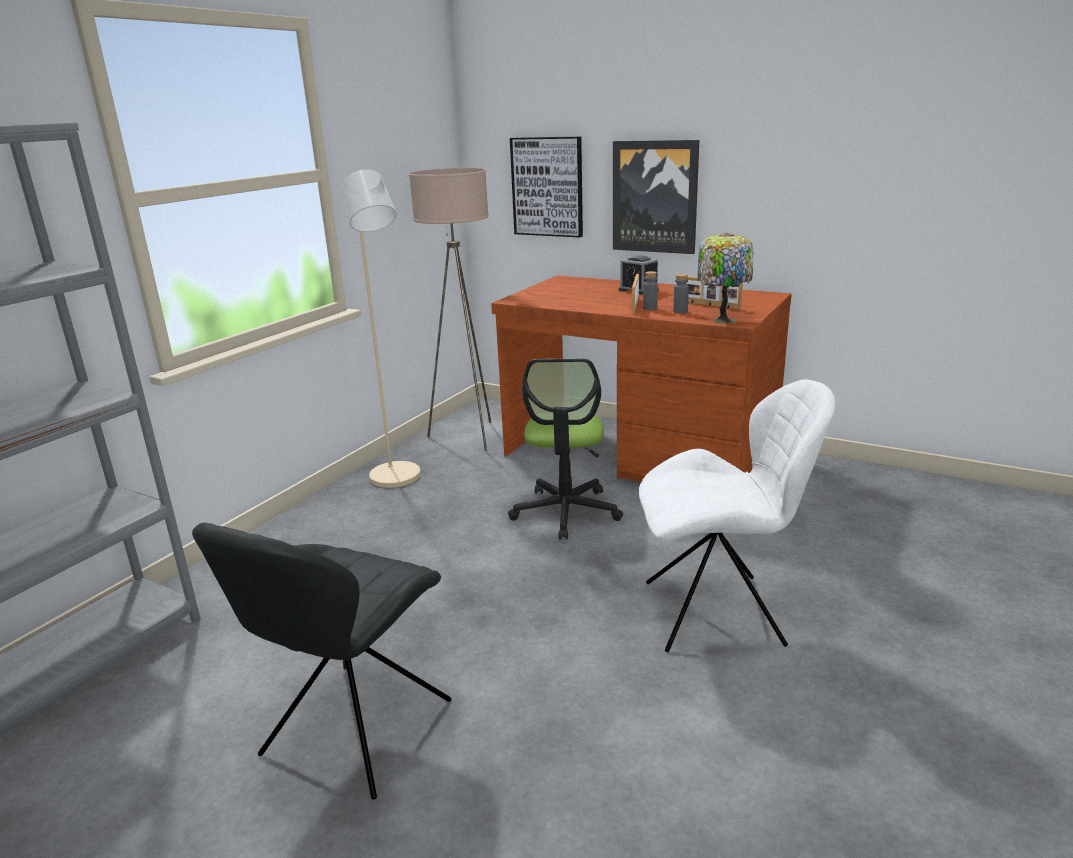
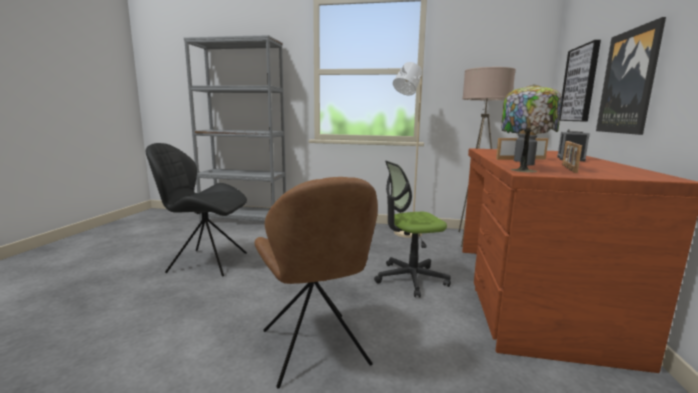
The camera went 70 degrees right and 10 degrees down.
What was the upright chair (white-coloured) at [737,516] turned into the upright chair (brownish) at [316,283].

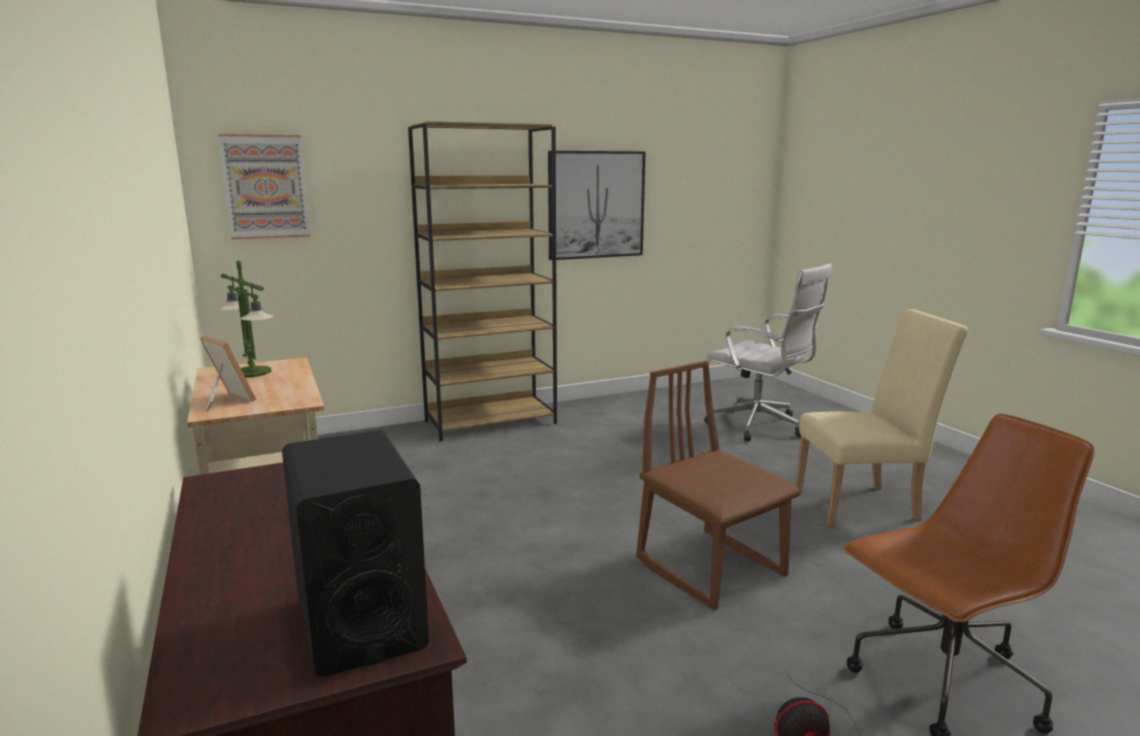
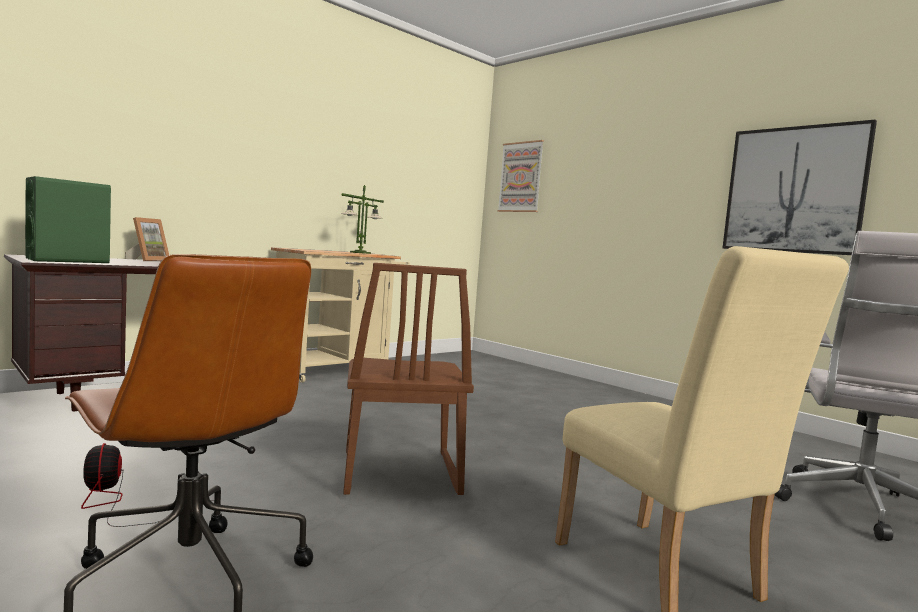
The camera went 70 degrees right and 10 degrees down.
The second view lost the bookcase (brownish) at [482,281].
The photo frame ended up elsewhere, having gone from [228,374] to [147,239].
What was the speaker (black) at [355,553] turned into the speaker (greenish) at [68,219].
The upright chair (brownish) at [718,485] ended up facing another way, 135 degrees clockwise from before.

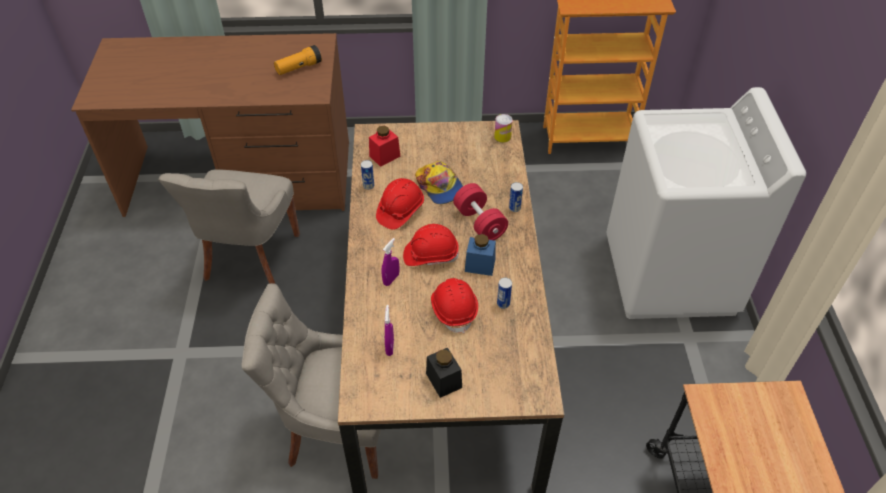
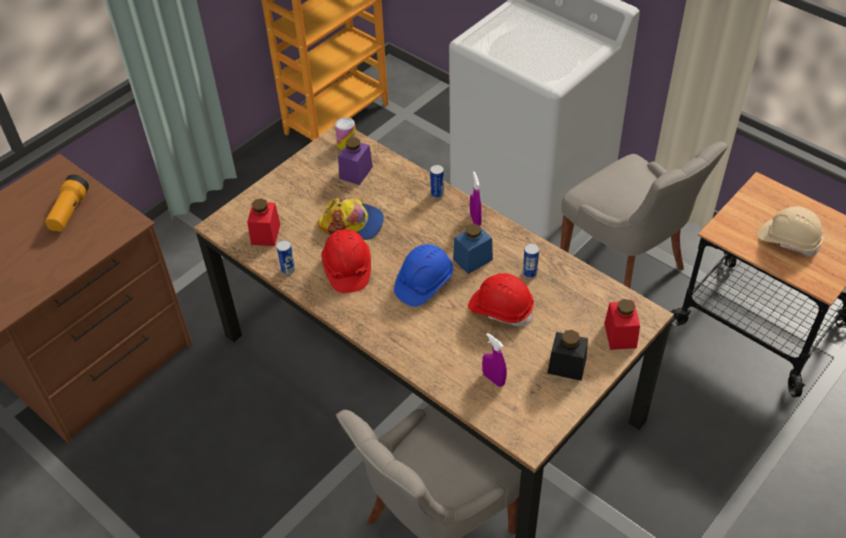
The camera went 45 degrees left and 0 degrees up.
The second view lost the free weight (red-coloured) at [480,211].
The second view gained the storage jar (purplish) at [355,161].
The second view gained the storage jar (red-coloured) at [622,324].
The second view gained the hard hat (sand-coloured) at [790,231].
The upright chair (greyish) ended up elsewhere, having gone from [229,226] to [644,214].
The hand sprayer (purplish) ended up elsewhere, having gone from [390,262] to [476,198].
What was the hard hat (red-coloured) at [431,245] turned into the hard hat (blue) at [423,275].

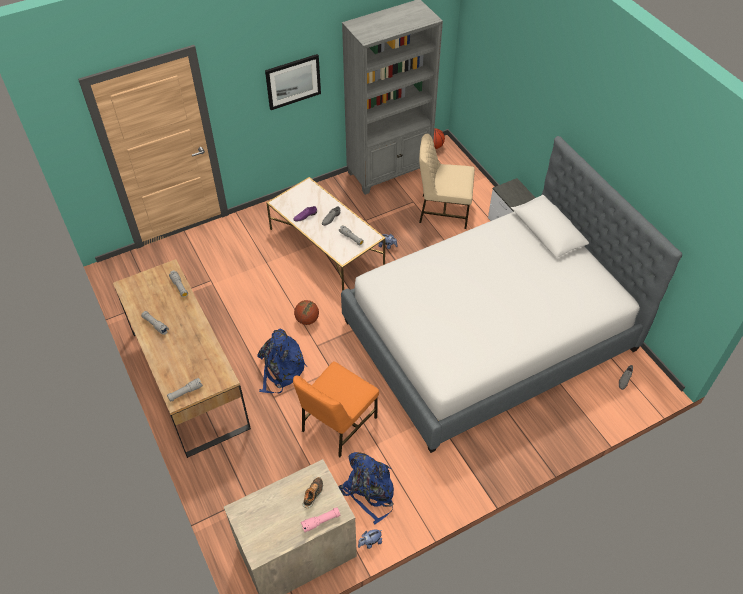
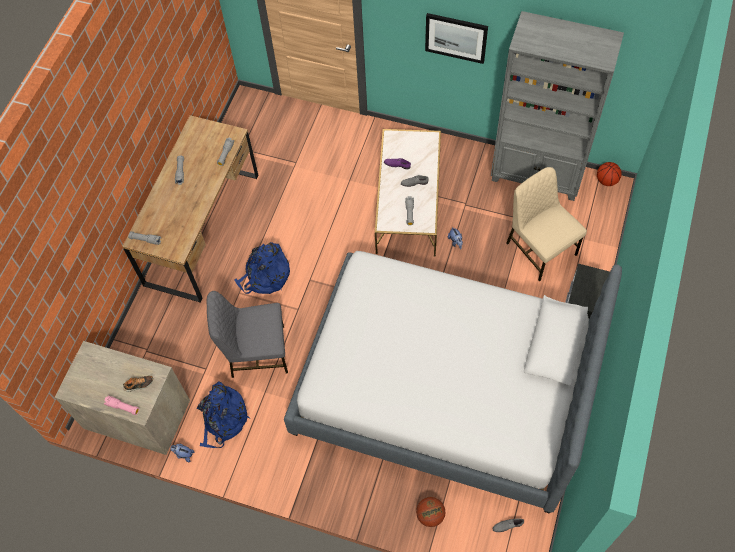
The camera went 50 degrees right and 10 degrees up.
The ball for basketball ended up elsewhere, having gone from [306,312] to [430,512].
What was the upright chair (orange-coloured) at [336,409] turned into the upright chair (greyish) at [247,334].

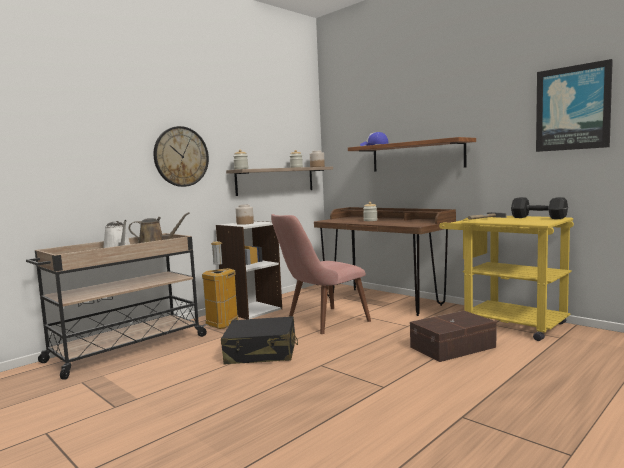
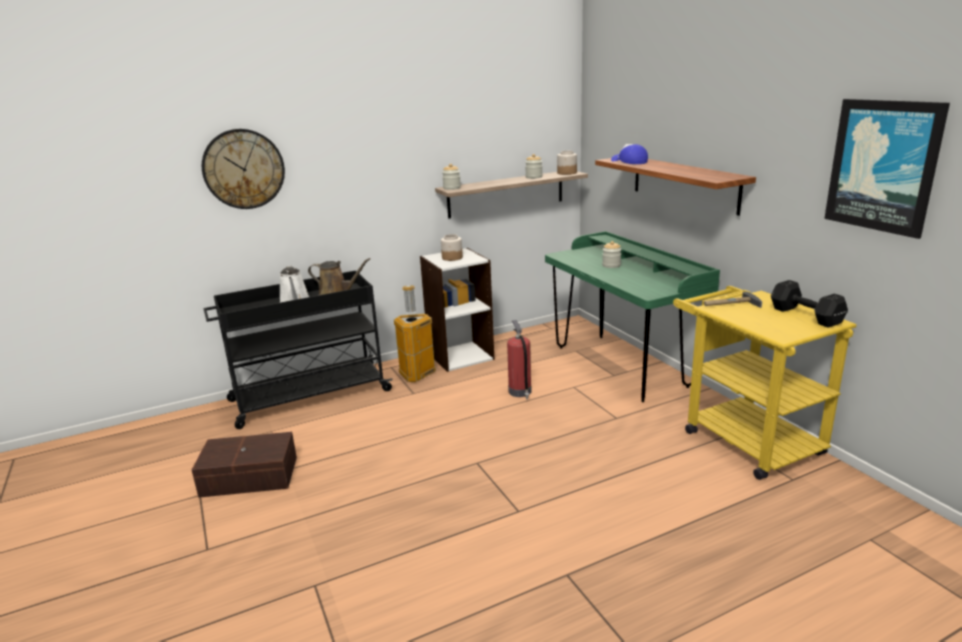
The camera went 20 degrees right and 15 degrees up.
The second view lost the suitcase (black) at [259,340].
The hanging clock ended up elsewhere, having gone from [181,156] to [243,169].
The storage box (brownish) ended up elsewhere, having gone from [453,336] to [244,465].
Where the upright chair (pink-coloured) stood at [321,274], the fire extinguisher came to stand at [519,359].
What was the cart (sand-coloured) at [117,306] turned into the cart (black) at [298,349].
What was the desk table (brownish) at [385,261] turned into the desk table (greenish) at [632,316].

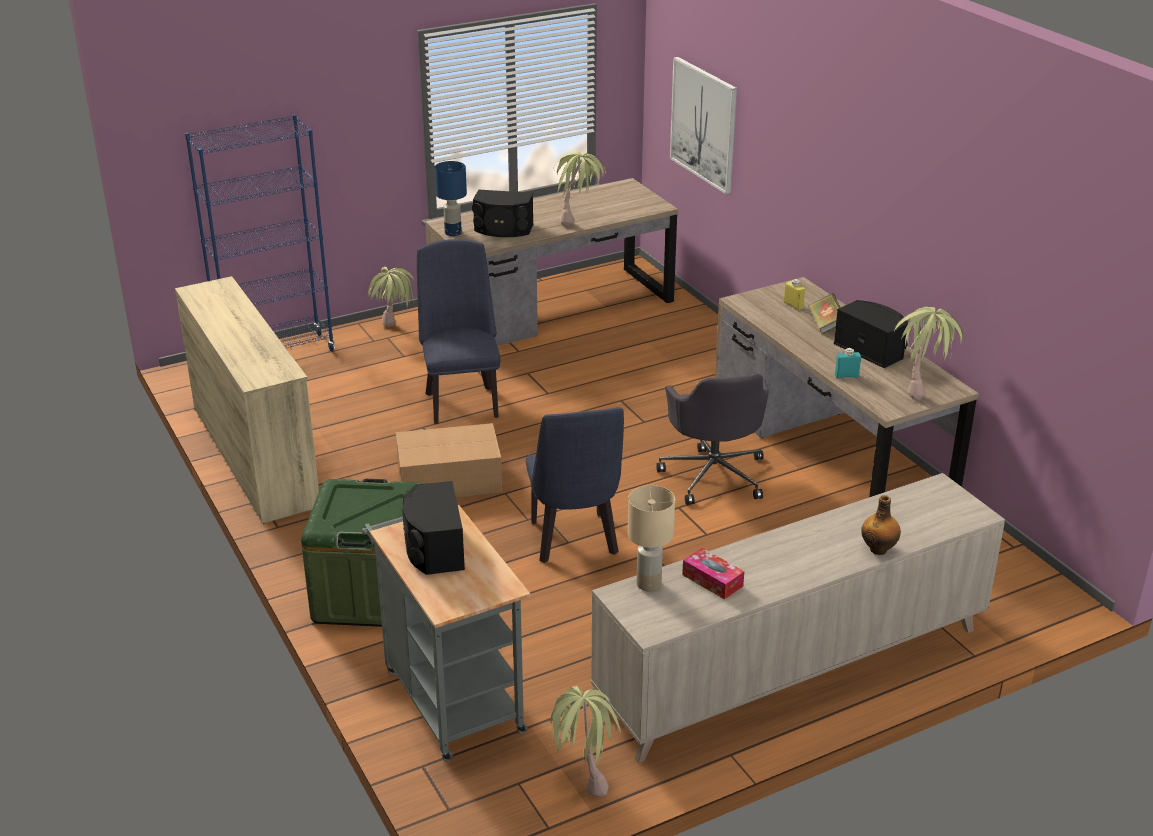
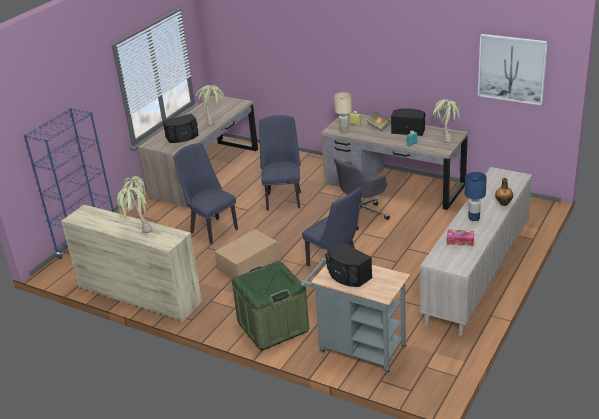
The camera went 30 degrees left and 0 degrees up.
The second view gained the upright chair (blue) at [280,163].
The lamp for a table (blue) ended up elsewhere, having gone from [450,198] to [476,196].
The houseplant ended up elsewhere, having gone from [585,741] to [134,210].
The lamp for a table (sand-coloured) ended up elsewhere, having gone from [651,538] to [343,113].
The wall picture ended up elsewhere, having gone from [703,126] to [513,70].
The desk chair (greyish) at [712,439] ended up facing another way, 90 degrees clockwise from before.

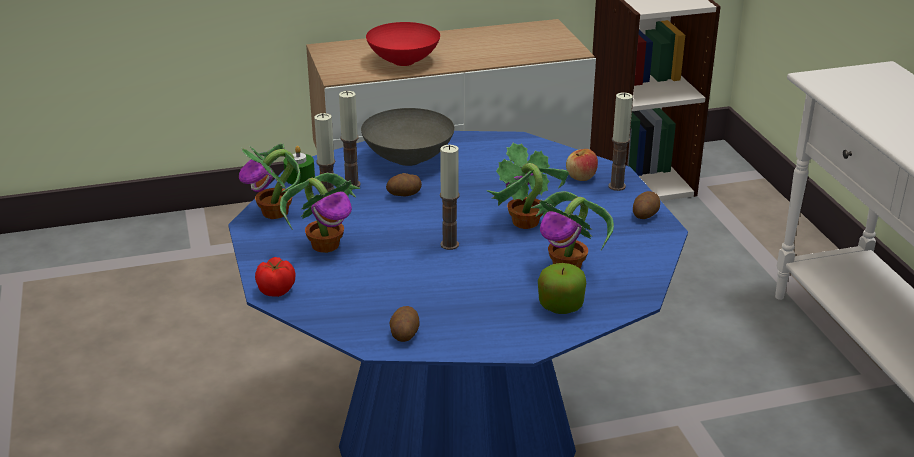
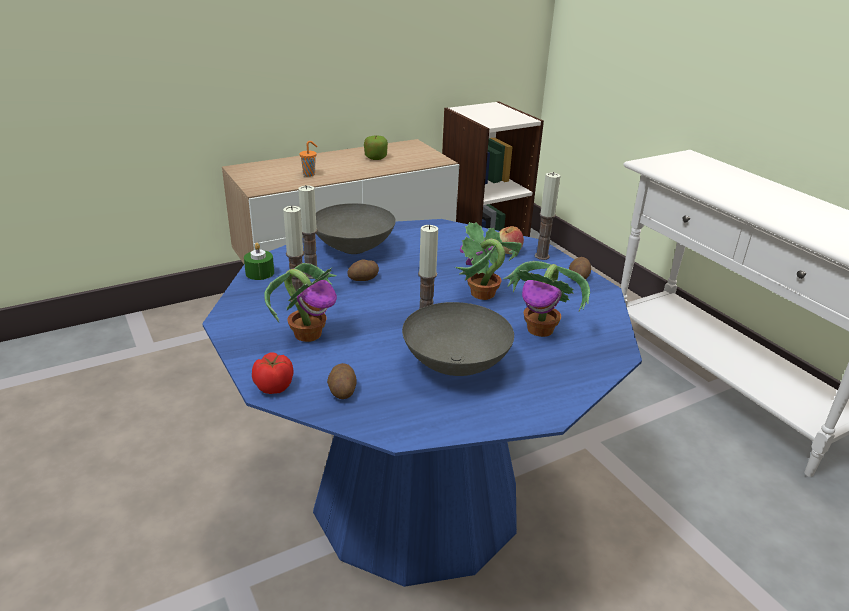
The camera went 15 degrees left and 0 degrees up.
The second view lost the houseplant at [270,181].
The second view gained the serving bowl (greyish) at [458,339].
The whole potato ended up elsewhere, having gone from [405,324] to [341,381].
The apple fruit ended up elsewhere, having gone from [562,288] to [376,148].
Where the serving bowl (red-coloured) stood at [403,44], the drinking cup (orange-coloured) came to stand at [308,159].

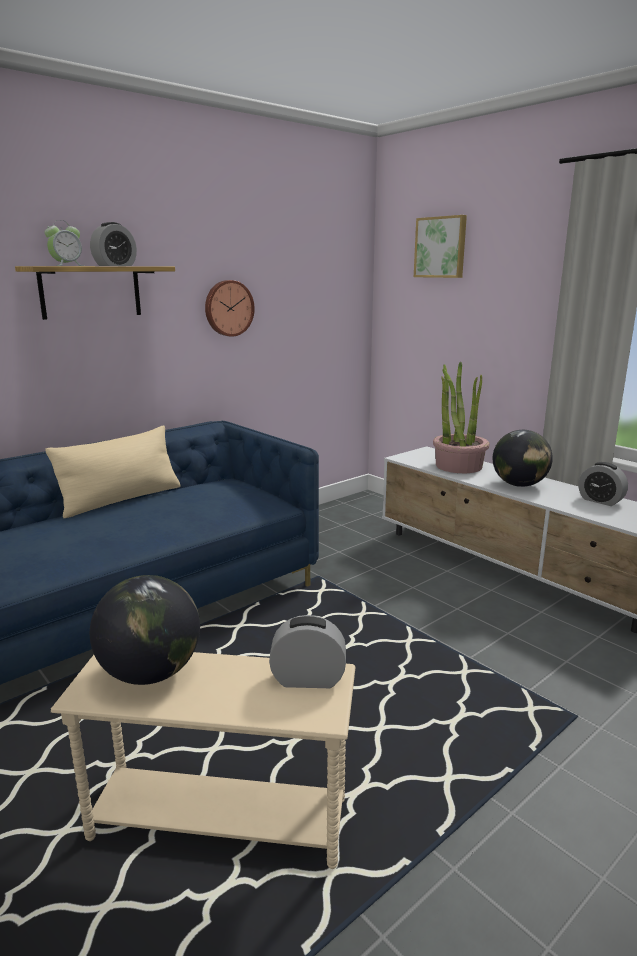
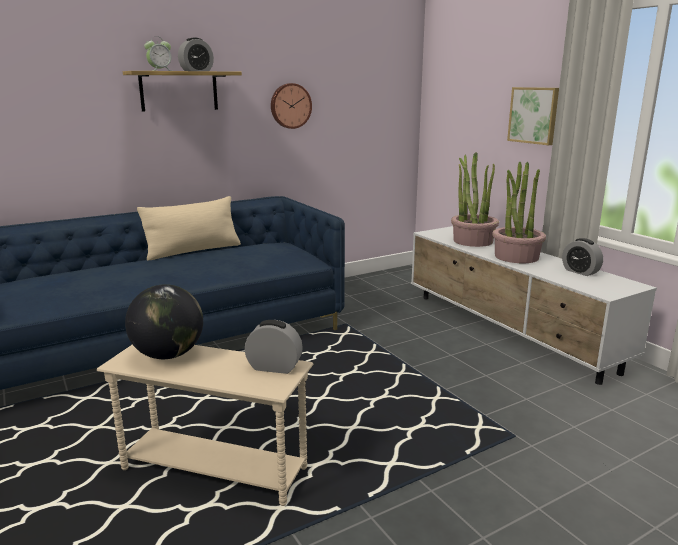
The camera went 10 degrees right and 0 degrees up.
The wall picture ended up elsewhere, having gone from [440,246] to [533,116].
Where the world globe stood at [523,458], the houseplant came to stand at [519,212].

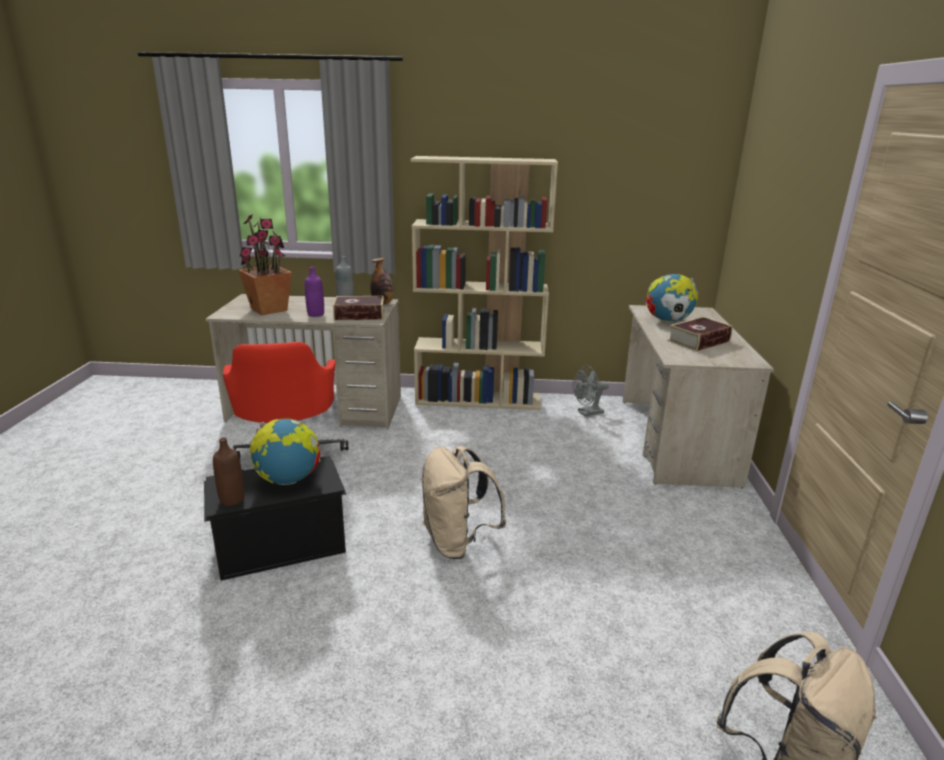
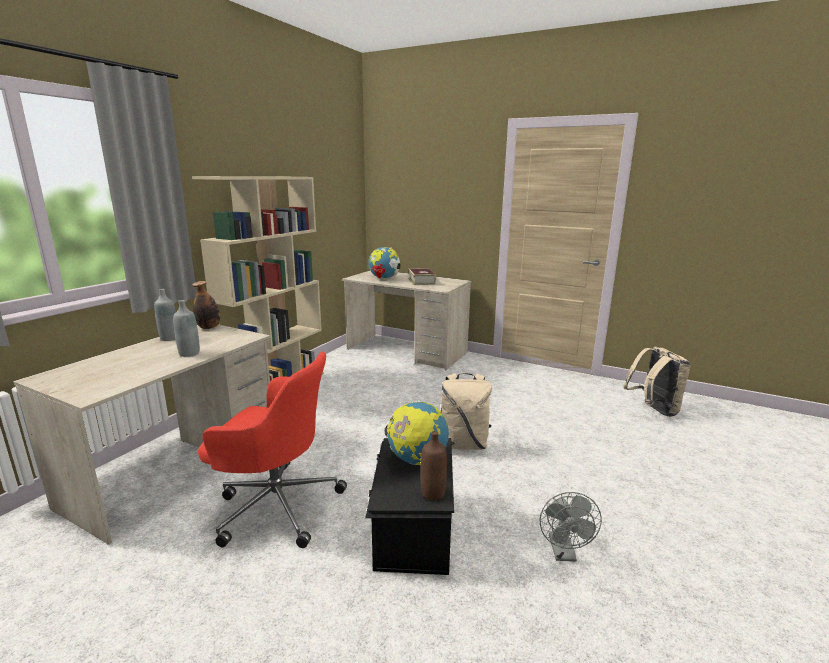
The camera went 65 degrees left and 5 degrees down.
The second view lost the houseplant at [265,264].
The second view lost the volume at [358,308].
The fan (greyish) ended up elsewhere, having gone from [591,391] to [571,527].
What was the drink bottle (purplish) at [314,292] turned into the drink bottle (greyish) at [186,328].

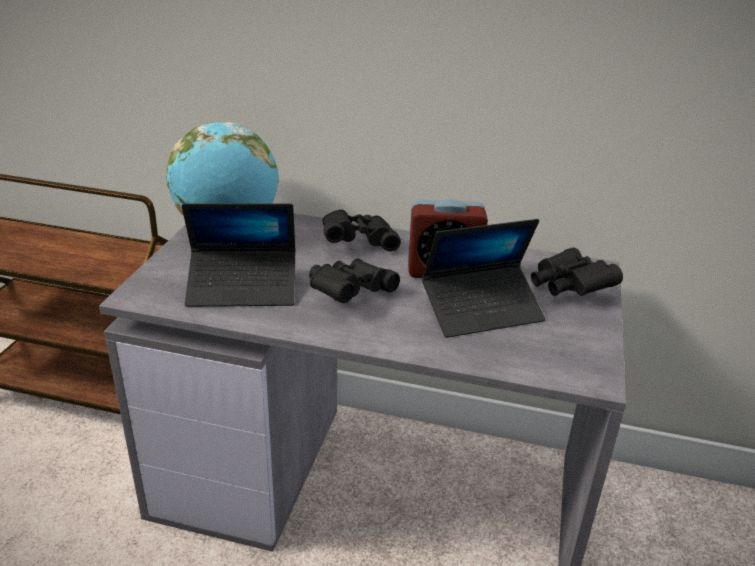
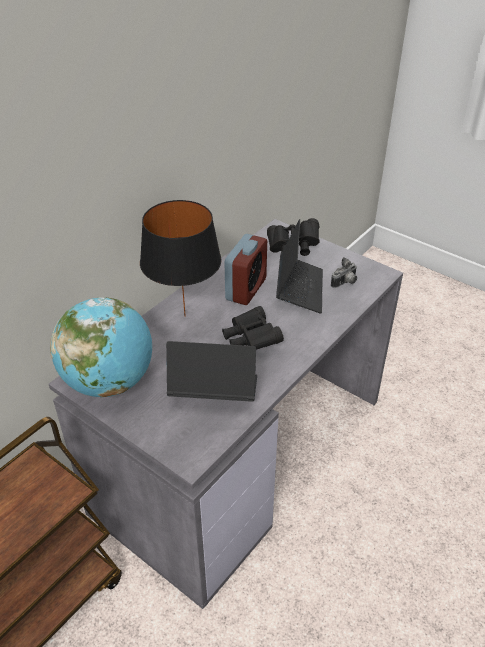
The camera went 65 degrees left and 10 degrees up.
The second view gained the still camera at [344,272].
Where the binoculars (black) stood at [361,230], the lamp for a table (black) came to stand at [180,258].
The notebook computer at [238,255] ended up facing another way, 105 degrees counterclockwise from before.

